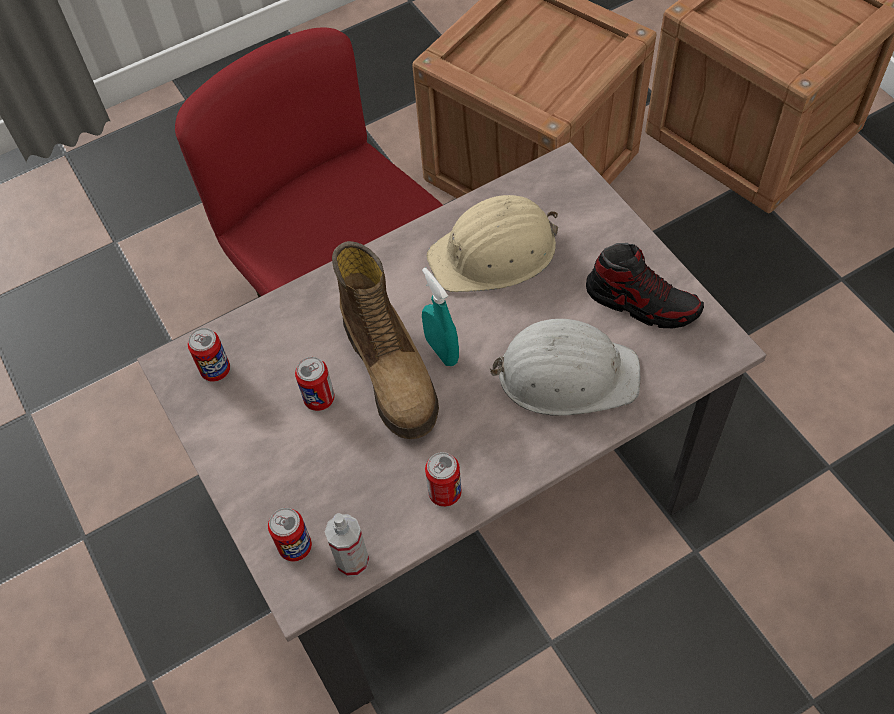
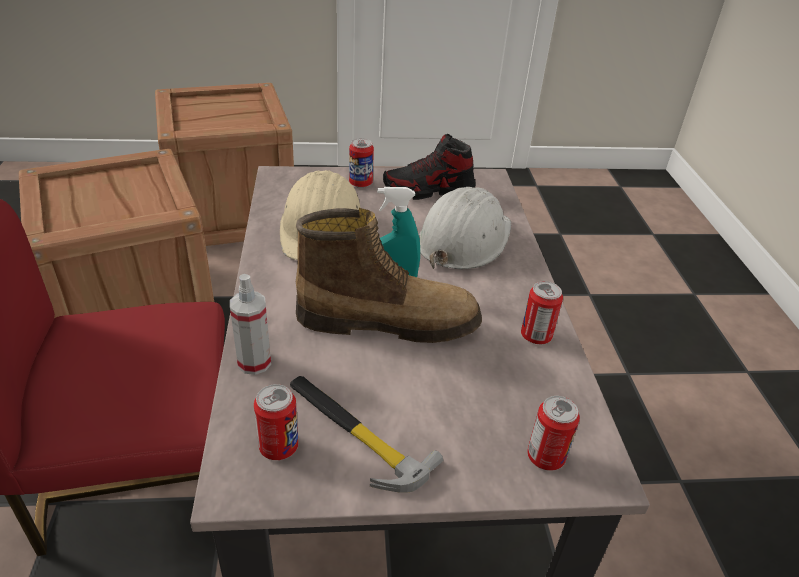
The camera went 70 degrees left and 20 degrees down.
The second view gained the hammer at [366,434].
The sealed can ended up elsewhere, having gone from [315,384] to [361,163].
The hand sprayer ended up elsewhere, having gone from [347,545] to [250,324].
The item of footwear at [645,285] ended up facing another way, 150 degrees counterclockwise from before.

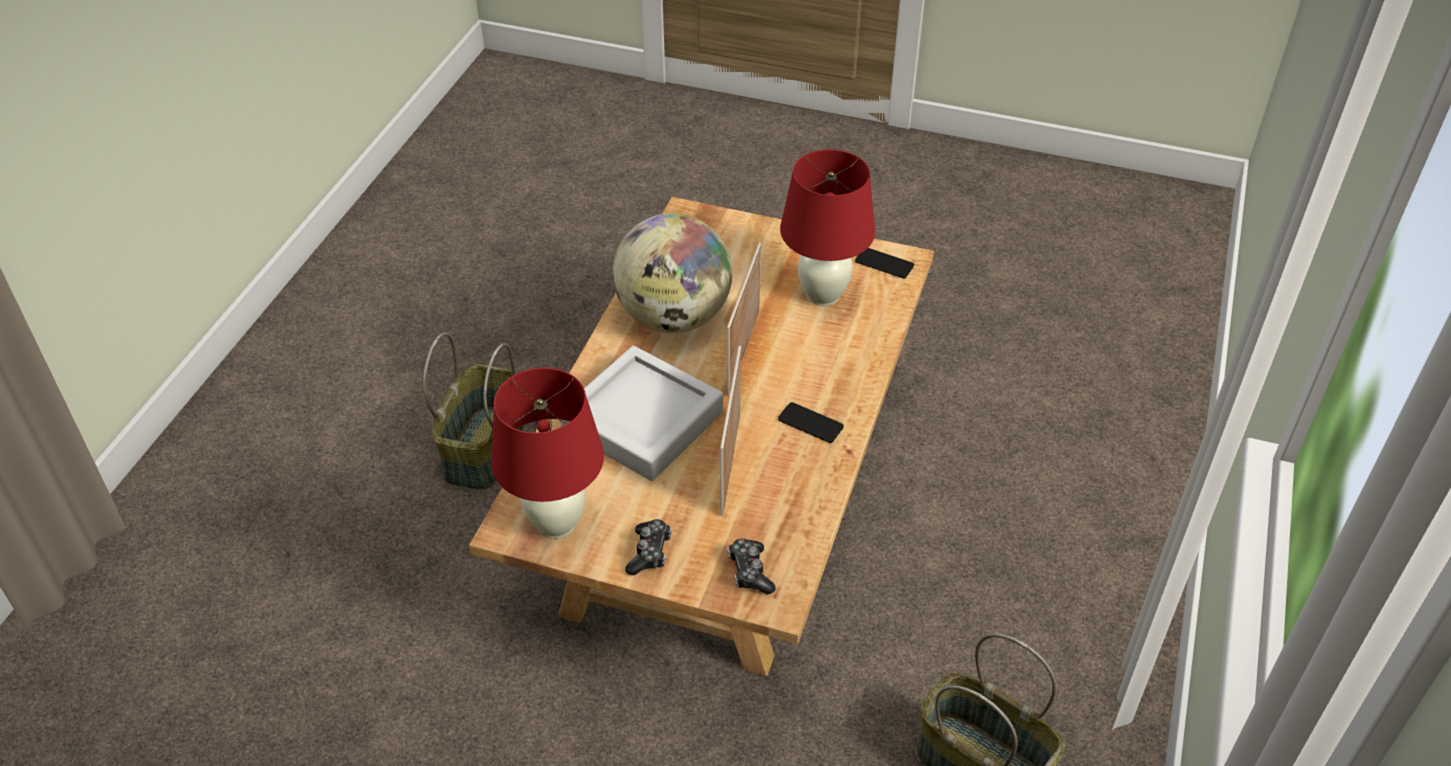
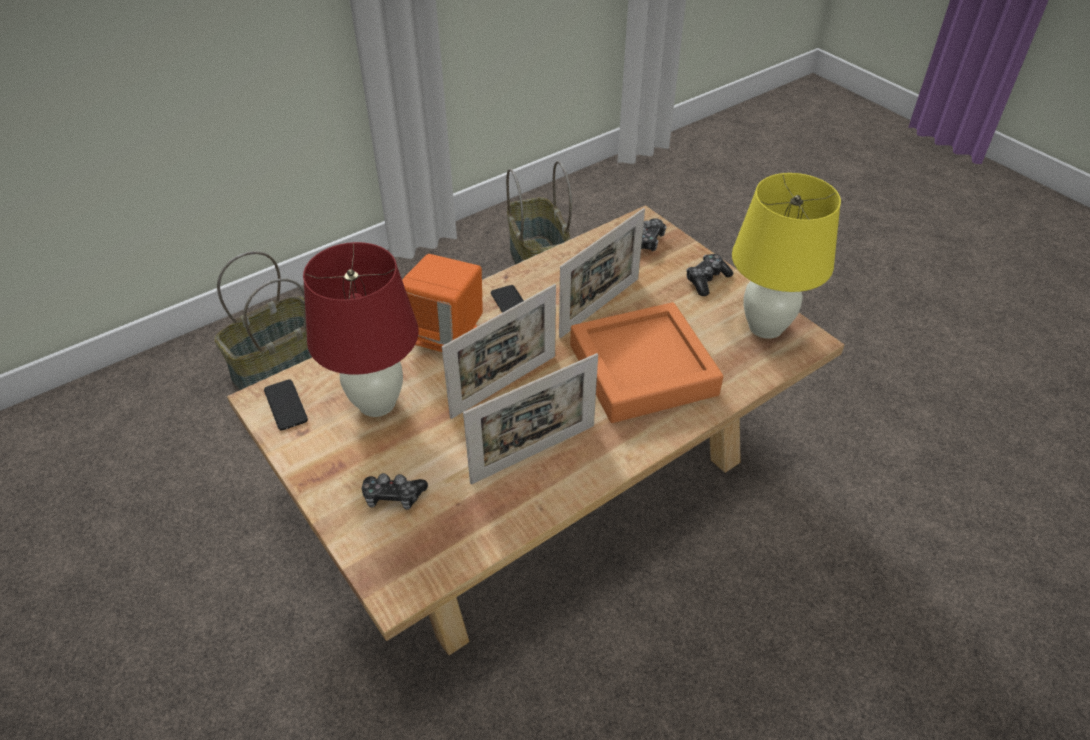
The camera went 145 degrees left and 0 degrees up.
The second view gained the joypad at [395,491].
The second view gained the speaker (orange-coloured) at [442,303].
The storage basket ended up elsewhere, having gone from [473,411] to [263,320].
Where the world globe stood at [672,273], the photo frame came to stand at [530,418].
What was the lamp for a table (red-coloured) at [547,453] turned into the lamp for a table (yellowish) at [786,256].
What was the tray (greyish) at [642,413] turned into the tray (orange-coloured) at [646,362].

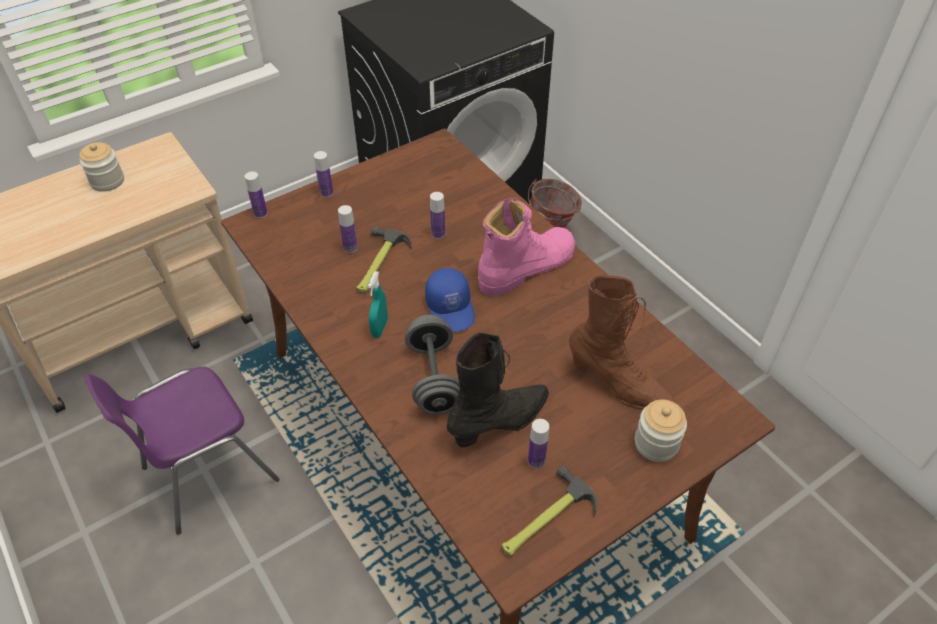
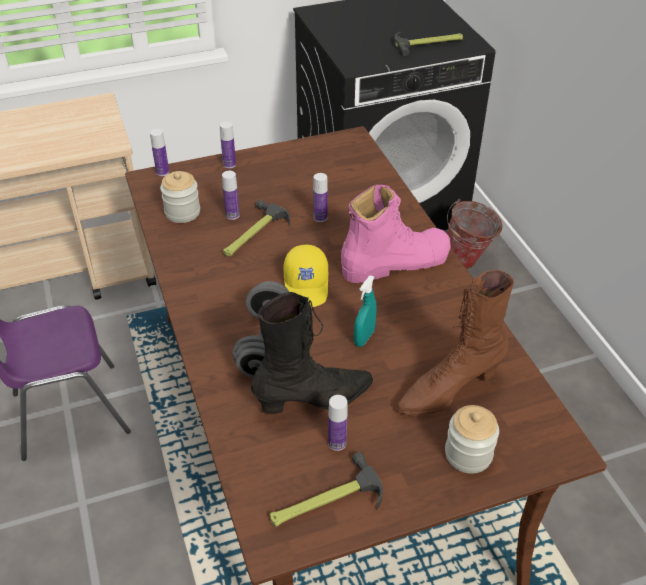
The camera went 15 degrees right and 5 degrees down.
The second view gained the hammer at [428,44].
The storage jar ended up elsewhere, having gone from [101,167] to [180,197].
The hand sprayer (turquoise-coloured) ended up elsewhere, having gone from [378,304] to [365,311].
What was the cap (blue) at [450,300] turned into the cap (yellowish) at [306,276].
The tall boot (brownish) at [622,342] ended up facing another way, 105 degrees clockwise from before.

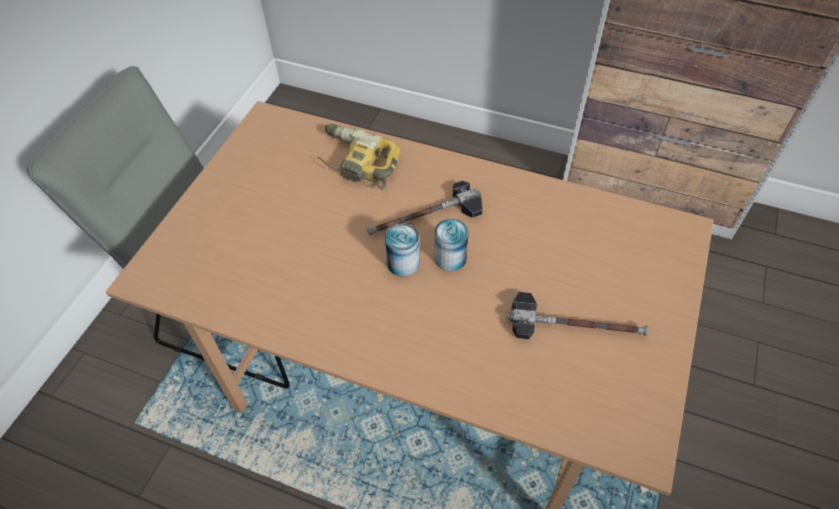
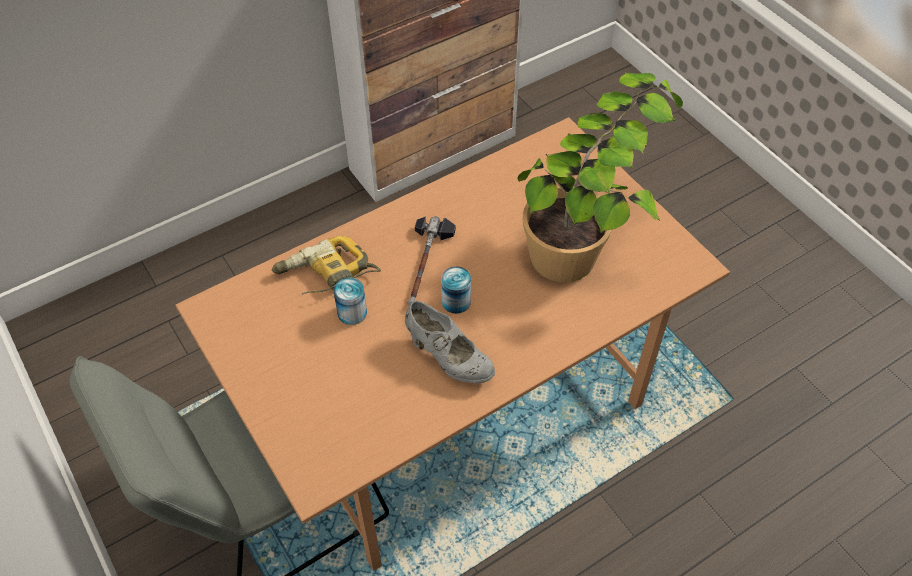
The camera went 55 degrees left and 0 degrees up.
The second view gained the item of footwear (greyish) at [450,342].
The sealed can ended up elsewhere, having gone from [452,245] to [350,301].
Where the hammer stood at [577,315], the houseplant came to stand at [600,177].

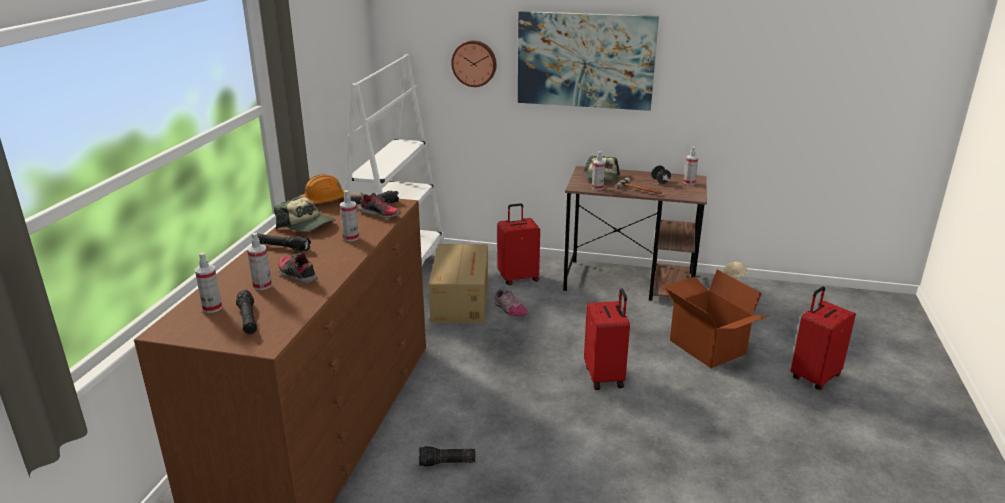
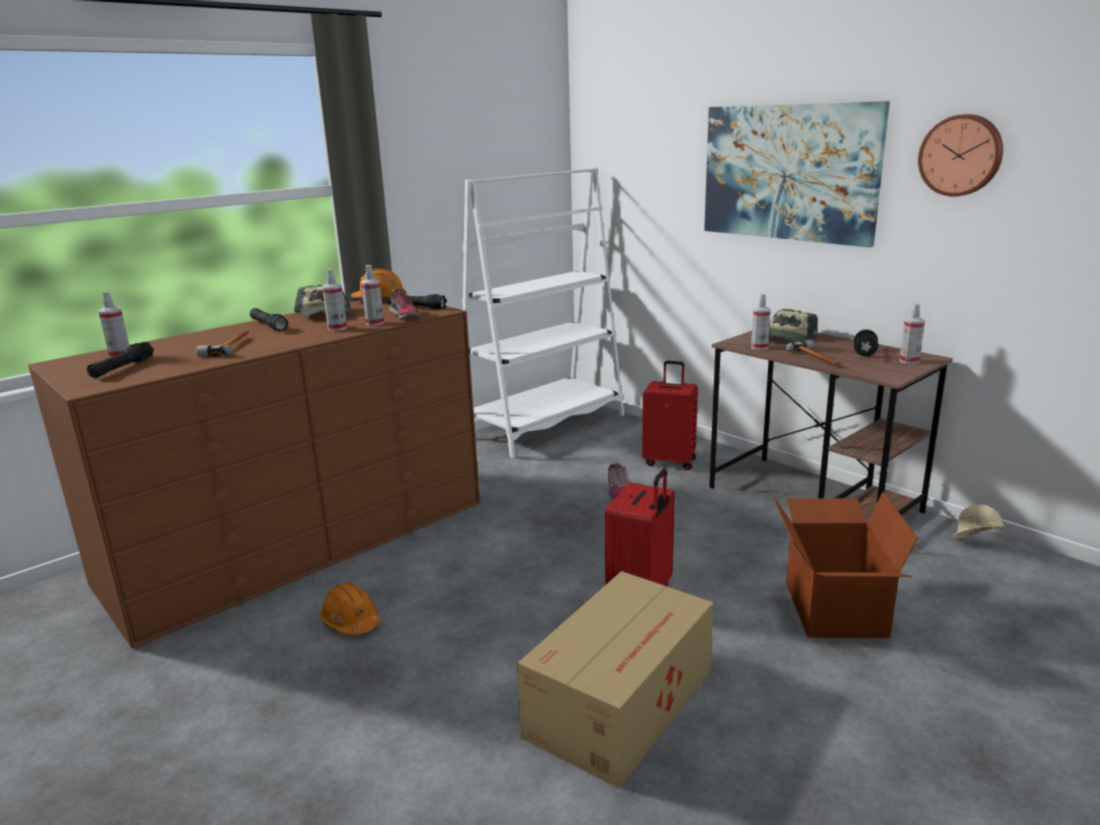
The camera went 35 degrees right and 5 degrees down.
The second view lost the suitcase (red-coloured) at [823,338].
The hand sprayer ended up elsewhere, having gone from [259,261] to [372,295].
The carton ended up elsewhere, having gone from [458,283] to [615,679].
The hanging clock ended up elsewhere, having gone from [473,63] to [960,155].
Where the item of footwear stood at [298,267], the hammer came to stand at [222,343].
Where the torch stood at [447,456], the hard hat (orange-coloured) came to stand at [350,609].

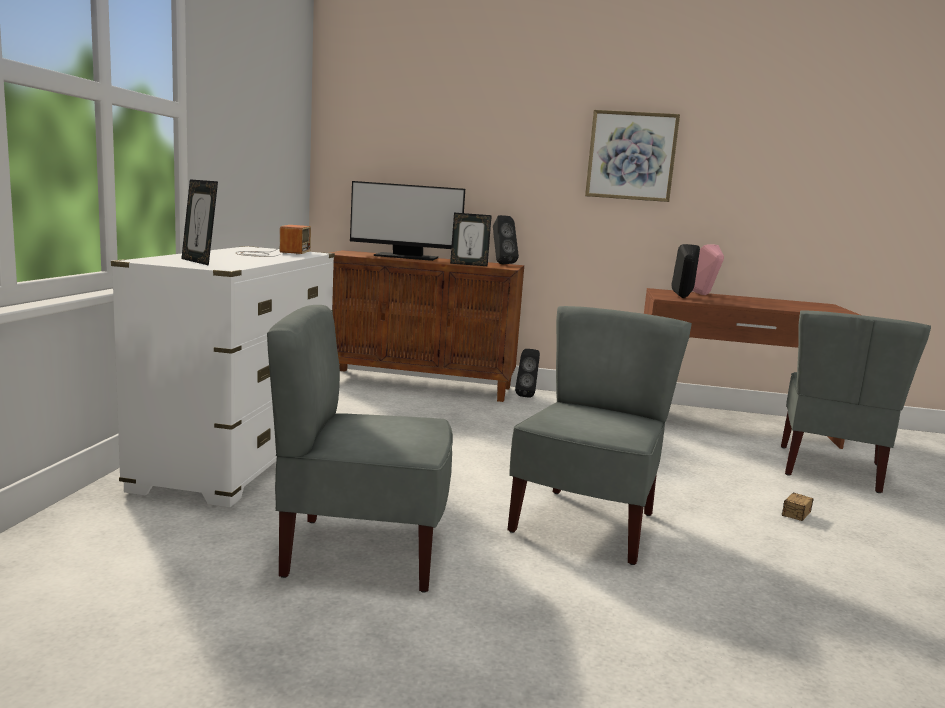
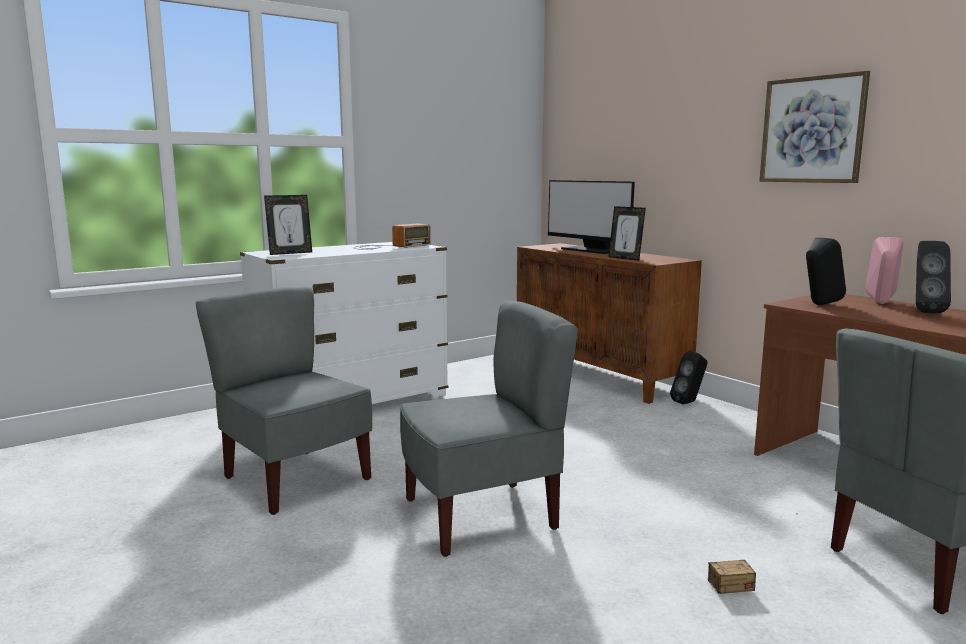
The camera went 45 degrees right and 0 degrees up.
The speaker (black) ended up elsewhere, having gone from [506,239] to [933,277].
The photo frame at [199,222] ended up facing another way, 120 degrees counterclockwise from before.

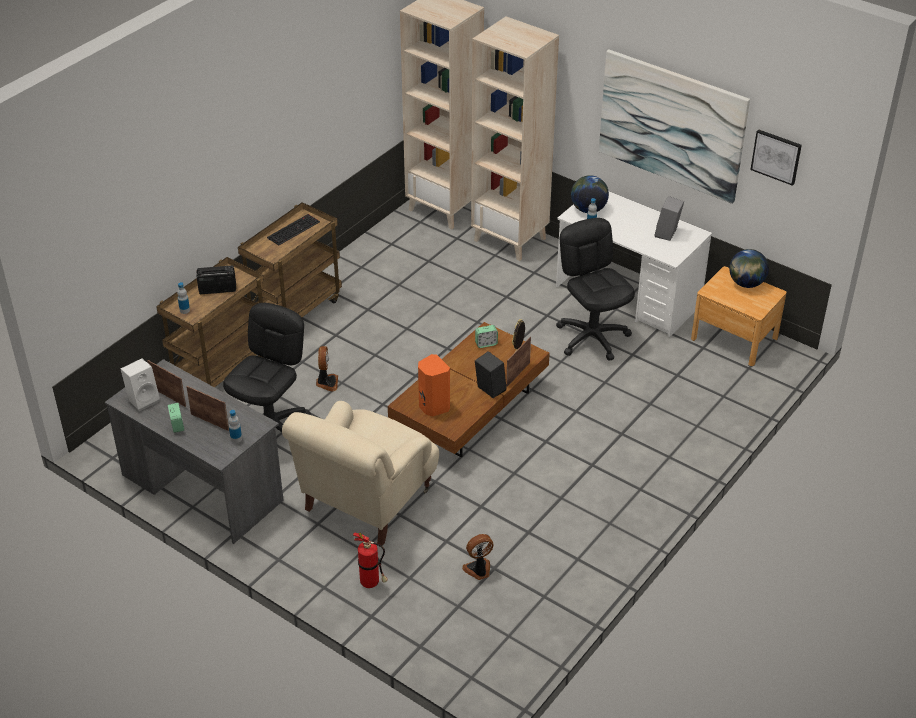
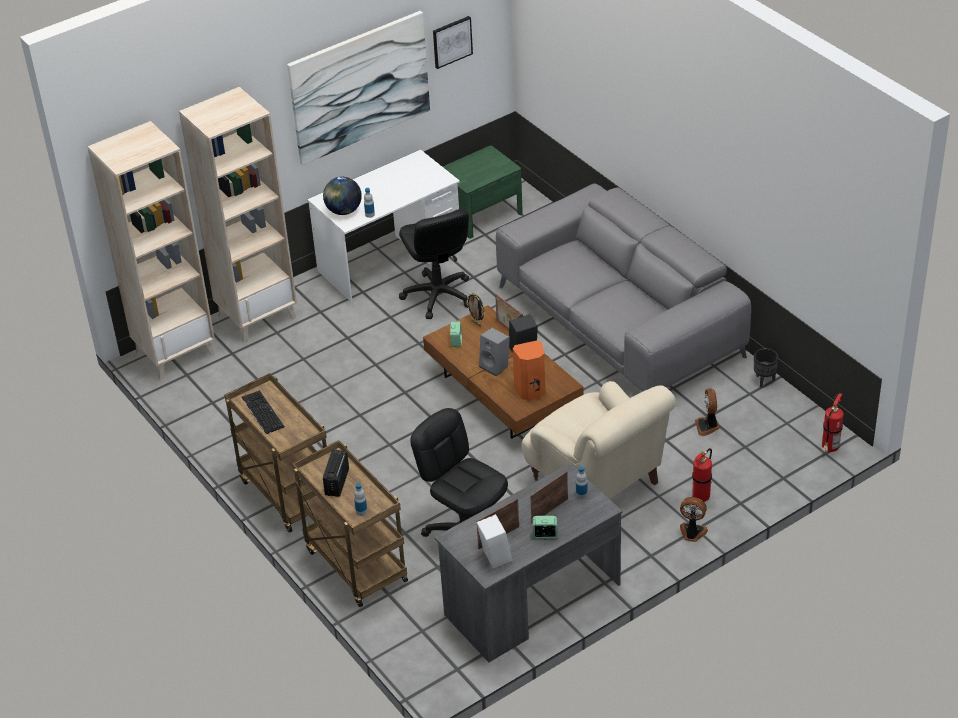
The camera went 70 degrees left and 0 degrees up.
The second view lost the world globe at [749,268].
The second view gained the couch (greyish) at [623,287].
The second view gained the plant pot (black) at [766,368].
The second view gained the fire extinguisher at [832,422].
The fan ended up elsewhere, having gone from [327,369] to [694,519].
The speaker (greyish) ended up elsewhere, having gone from [669,218] to [494,352].
What was the night table (brownish) at [739,316] turned into the night table (greenish) at [483,191].
The desk chair (black) at [595,289] ended up facing another way, 105 degrees counterclockwise from before.

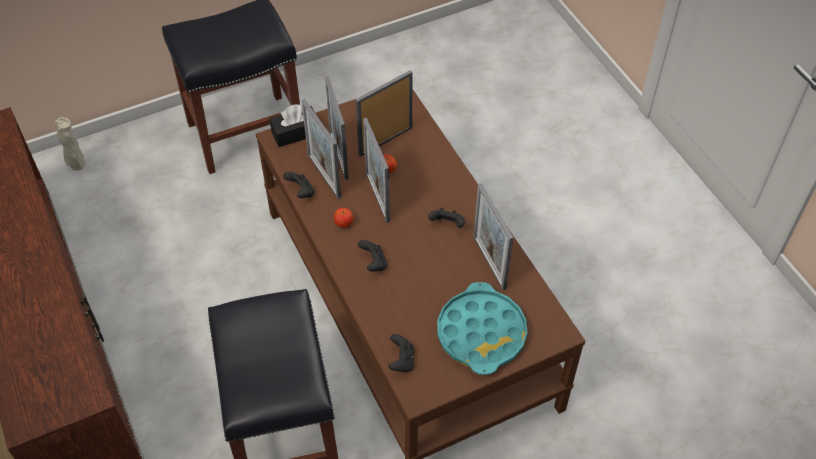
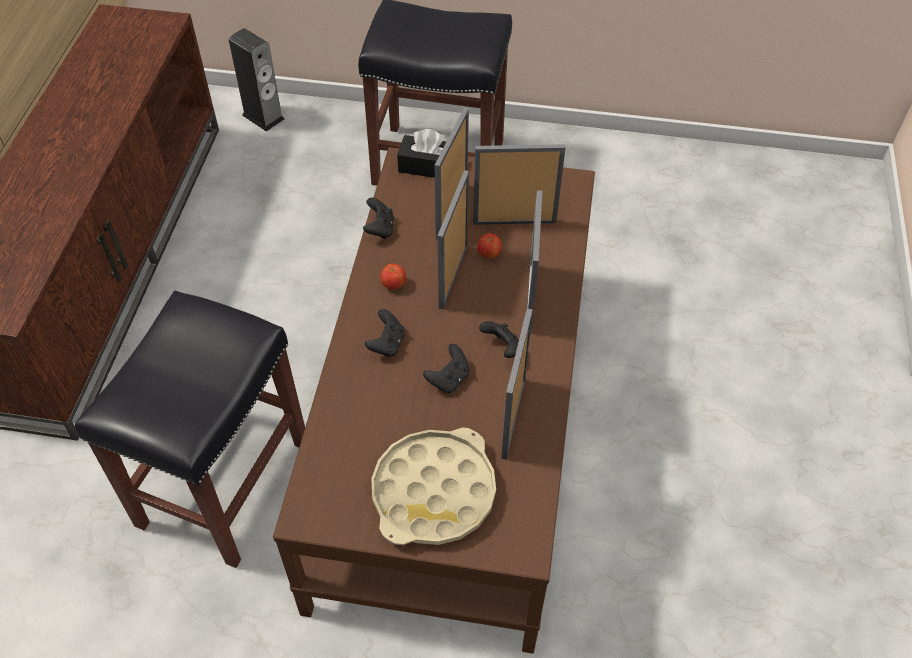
The camera went 35 degrees right and 0 degrees up.
The photo frame ended up elsewhere, having gone from [321,149] to [535,261].
The joypad (black) ended up elsewhere, having gone from [401,353] to [446,368].
Where the flower vase (sand-coloured) stood at [70,144], the speaker came to stand at [257,80].
What was the tray (turquoise-coloured) at [482,328] turned into the tray (sand-coloured) at [433,486].

